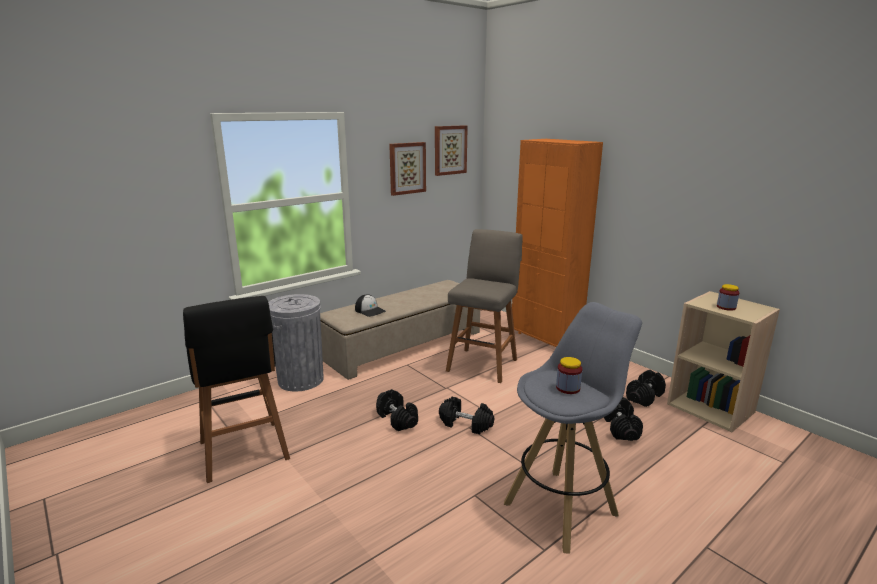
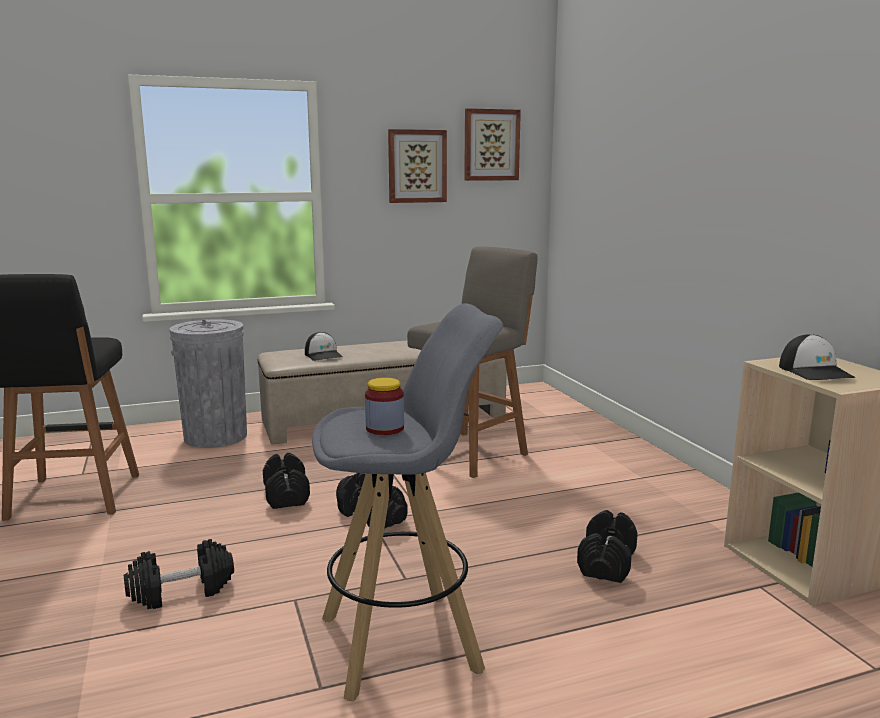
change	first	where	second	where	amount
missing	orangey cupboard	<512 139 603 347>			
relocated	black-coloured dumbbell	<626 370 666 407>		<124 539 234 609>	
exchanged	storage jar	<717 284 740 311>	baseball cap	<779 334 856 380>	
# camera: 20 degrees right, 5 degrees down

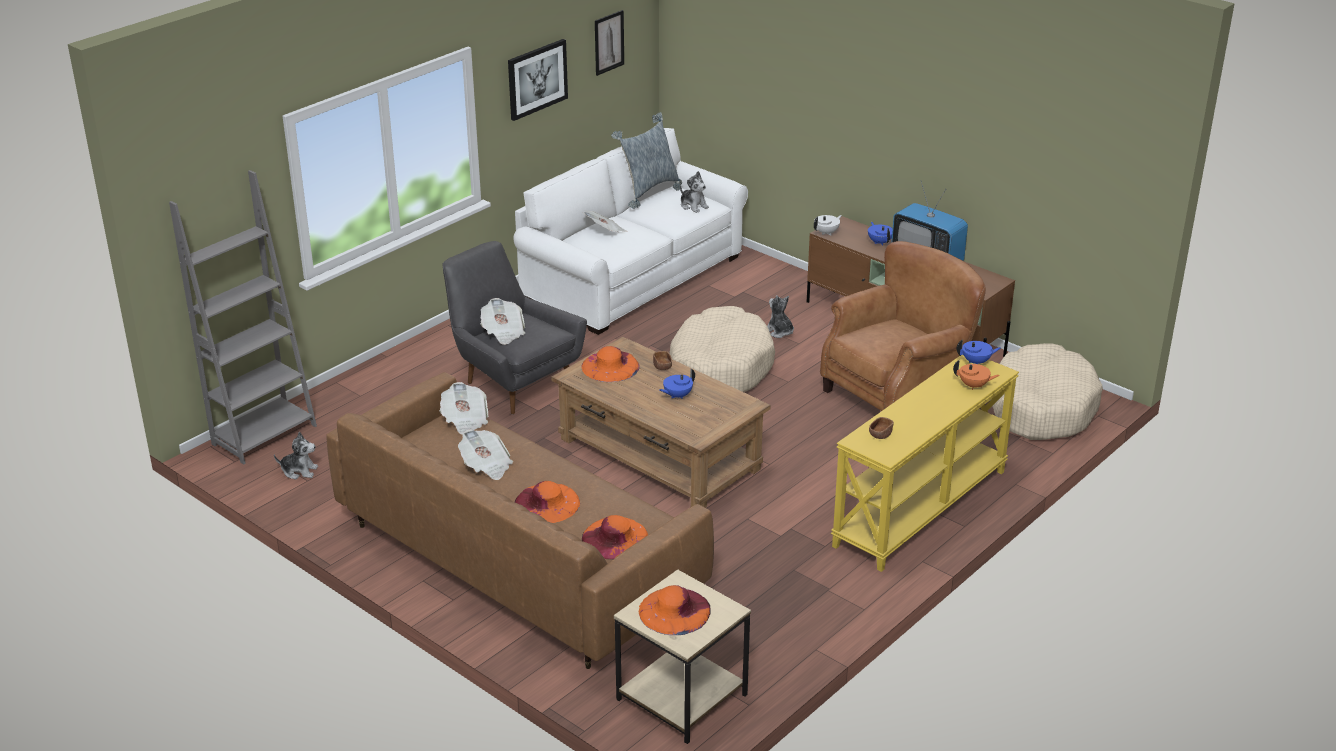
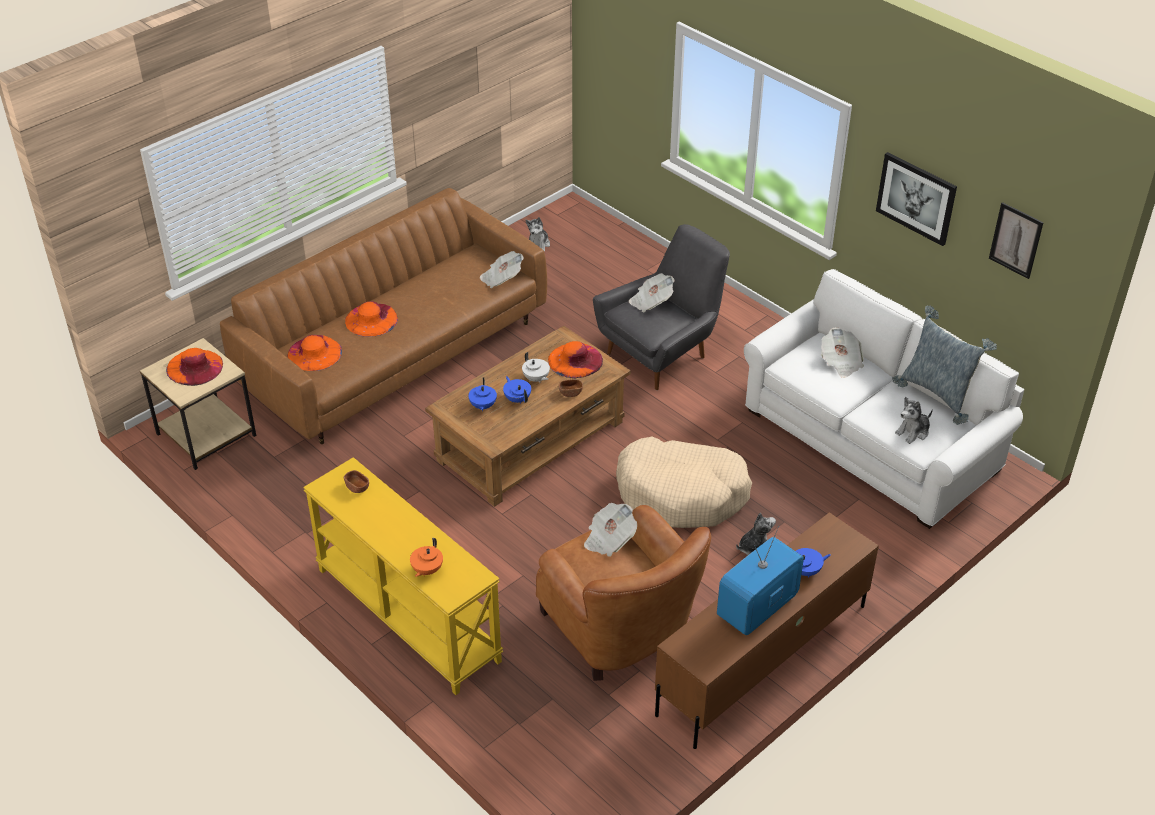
change	first	where	second	where	amount
missing	grey bookcase	<169 170 317 464>			
relocated	newspaper	<458 429 513 480>		<584 503 637 557>	
relocated	whitish pot for tea	<814 215 842 235>		<522 352 550 382>	
relocated	blue-coloured pot for tea	<956 339 1001 364>		<468 377 497 411>	
missing	sand-coloured dog bed	<989 343 1103 440>			
# camera: 95 degrees right, 10 degrees up

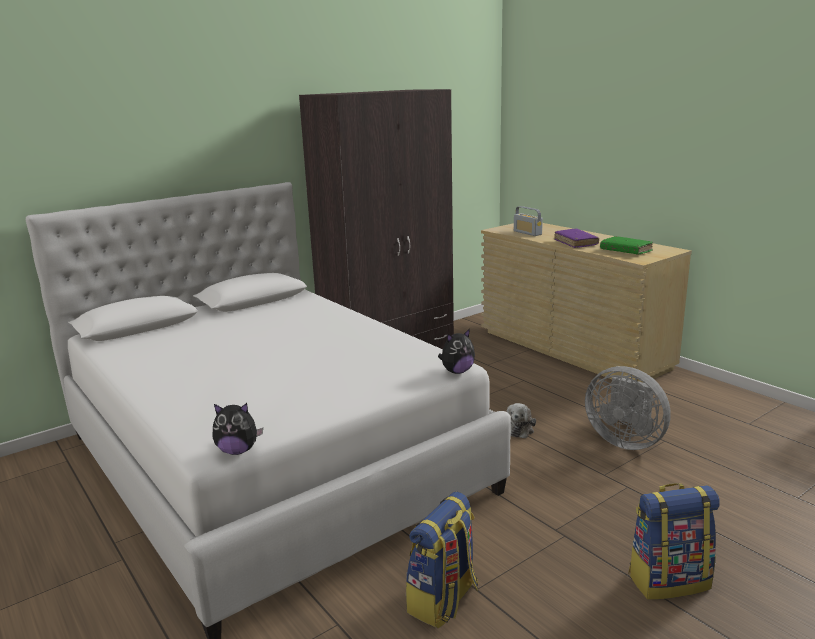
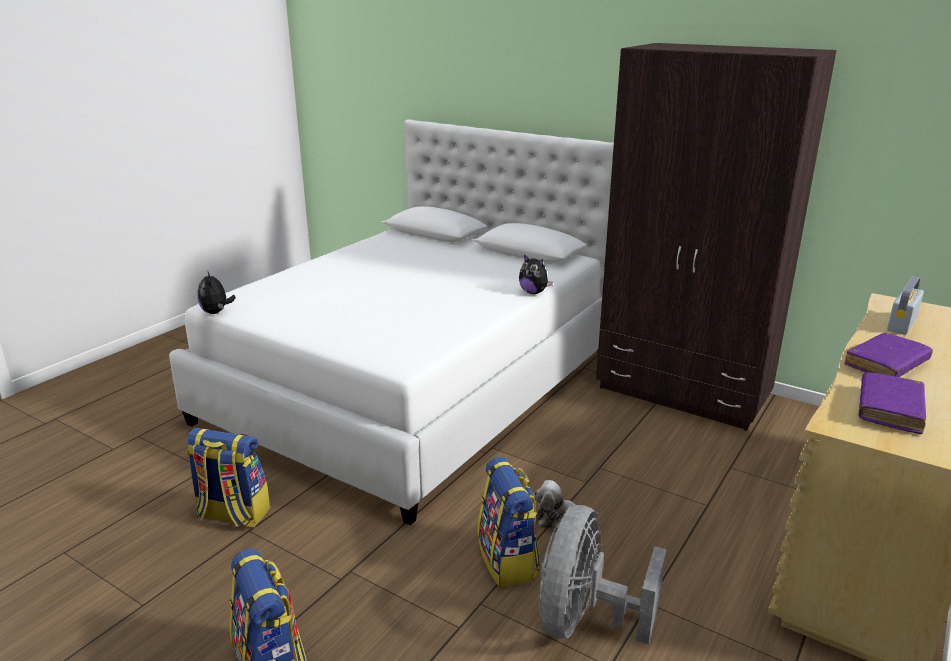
change	first	where	second	where	amount
relocated	cuddly toy	<438 329 475 374>		<519 254 553 294>	
colour	greenish book	<600 236 653 255>	purple book	<859 373 926 434>	
appeared			rucksack	<477 457 540 587>	
# camera: 70 degrees right, 5 degrees up

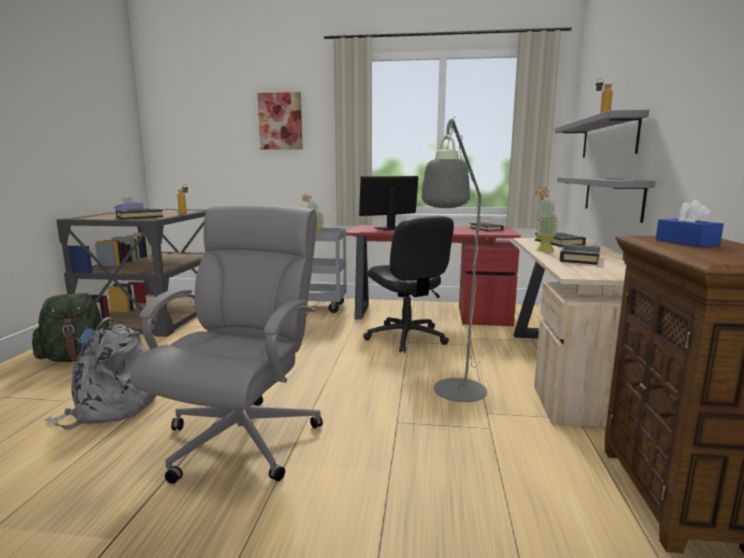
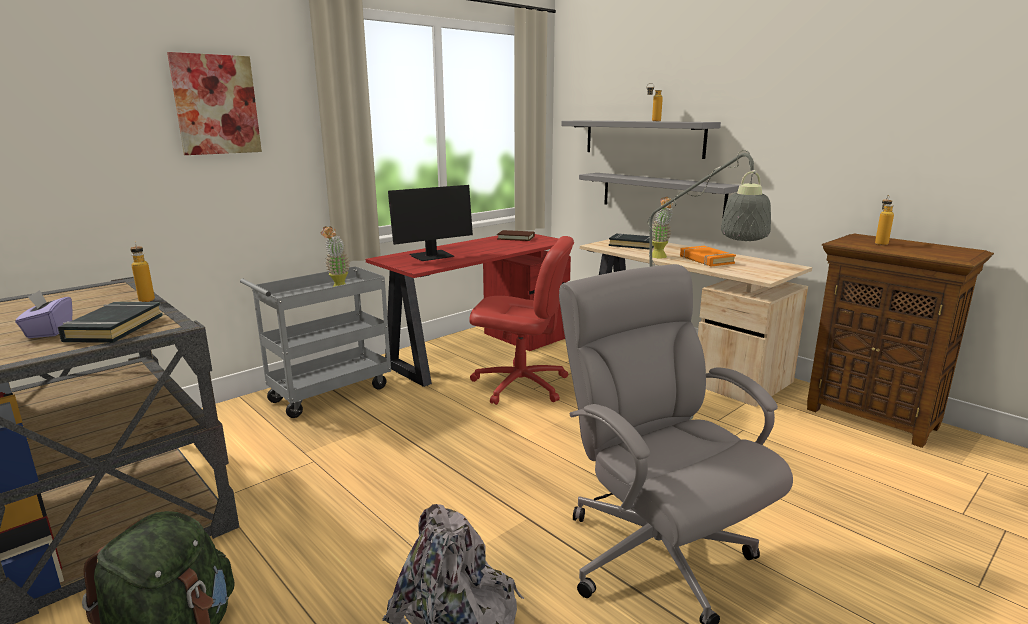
change	first	where	second	where	amount
spun	computer screen	<359 176 418 230>		<388 185 473 261>	135 degrees counterclockwise
colour	black-coloured office chair	<363 216 454 353>	red-coloured office chair	<469 236 574 405>	
colour	black-coloured book	<559 244 600 265>	orangey book	<680 246 736 267>	
exchanged	blue-coloured tissue holder	<656 200 724 247>	beverage bottle	<875 195 894 245>	
# camera: 50 degrees left, 5 degrees up

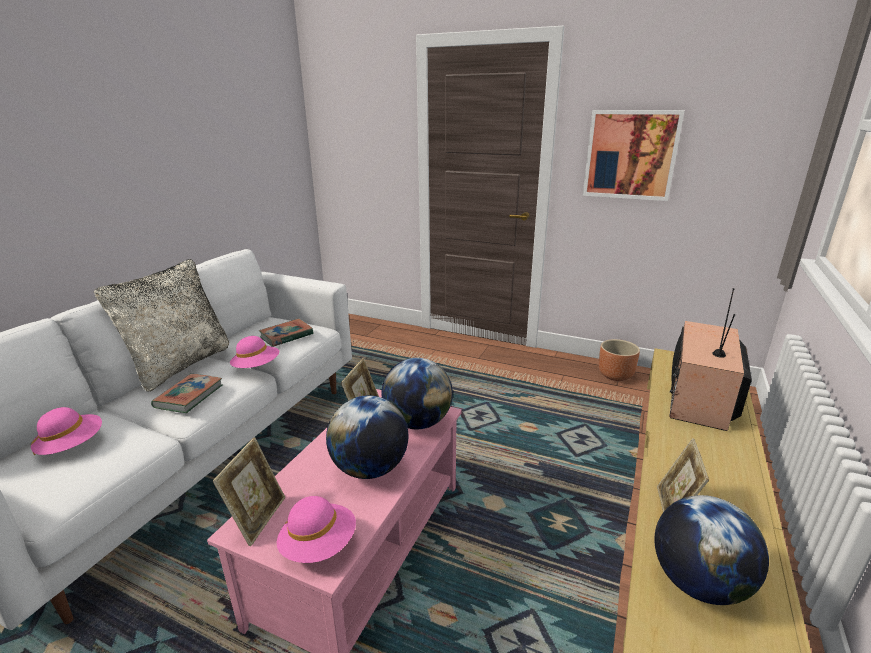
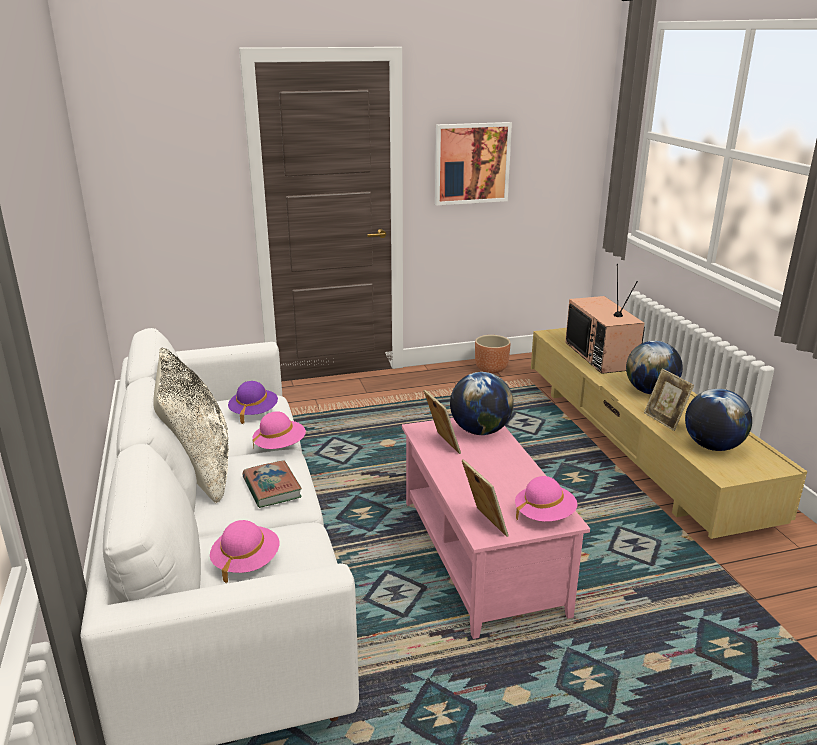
change	first	where	second	where	amount
exchanged	book	<259 318 314 347>	purple hat	<228 381 278 424>	
relocated	globe	<326 395 408 479>		<626 341 683 394>	
# camera: 40 degrees left, 0 degrees up

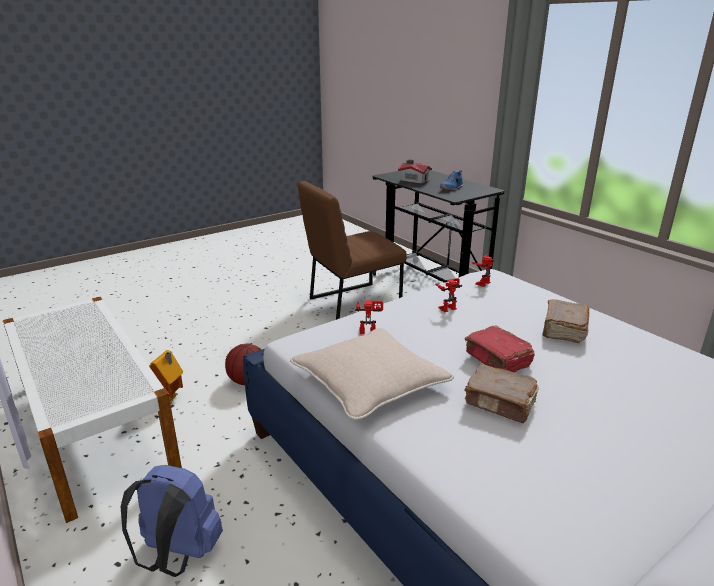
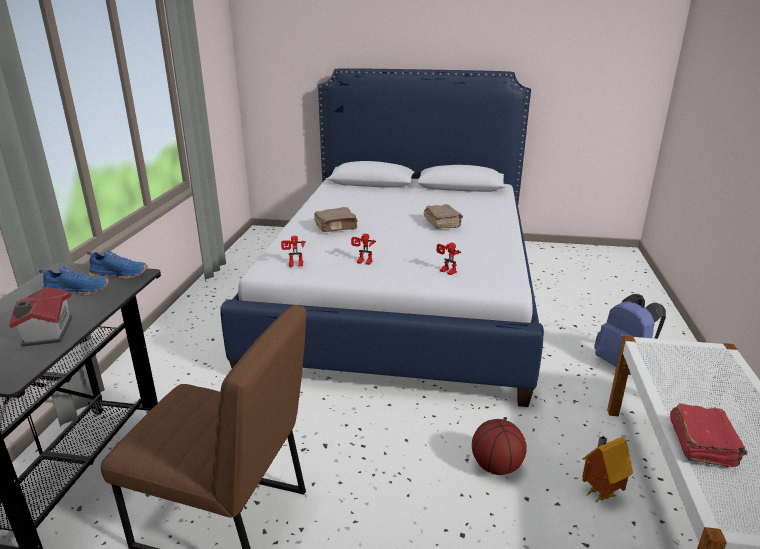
change	first	where	second	where	amount
missing	sand-coloured throw pillow	<290 328 454 420>			
relocated	red-coloured book	<465 326 535 372>		<670 403 748 467>	
appeared			blue-coloured shoe	<87 250 148 279>	
# camera: 135 degrees left, 0 degrees up

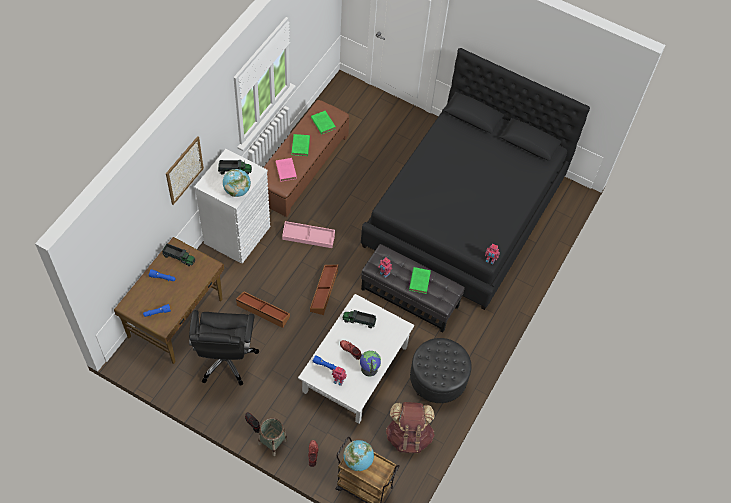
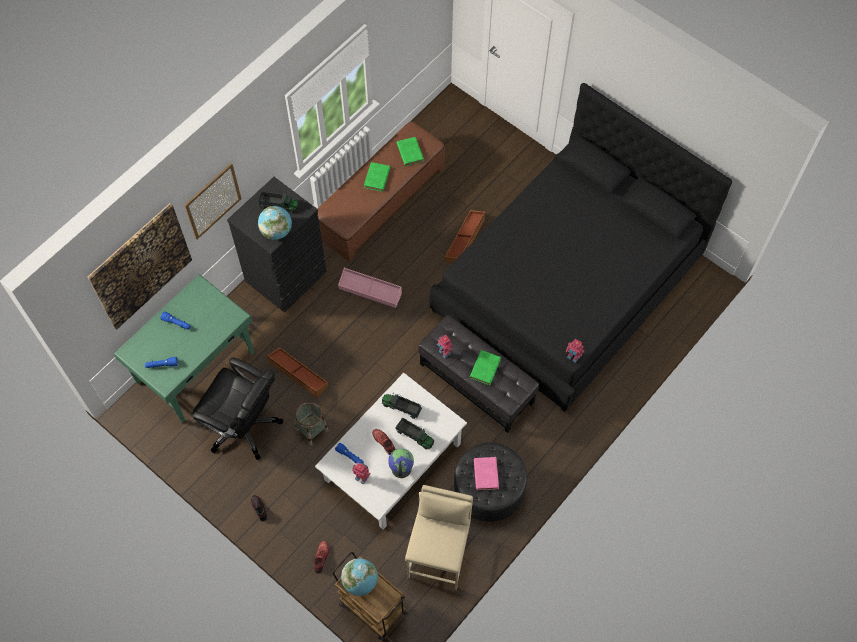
change	first	where	second	where	amount
colour	brown desk unit	<114 237 224 364>	greenish desk unit	<114 274 254 423>	
relocated	model truck	<162 244 195 266>		<395 418 434 450>	
spun	black-coloured office chair	<189 310 259 386>		<192 357 283 460>	75 degrees counterclockwise
colour	whitish dresser	<194 149 270 264>	black-coloured dresser	<227 177 327 312>	
relocated	storage basket	<258 418 287 456>		<294 402 329 446>	
relocated	pink book	<276 158 297 182>		<474 457 499 490>	
relocated	brown storage container	<310 265 338 315>		<445 210 485 264>	
exchanged	brown rucksack	<386 402 435 453>	sand-coloured stool	<405 485 473 590>	
appeared			picture	<87 203 192 330>	
# camera: 15 degrees right, 5 degrees up

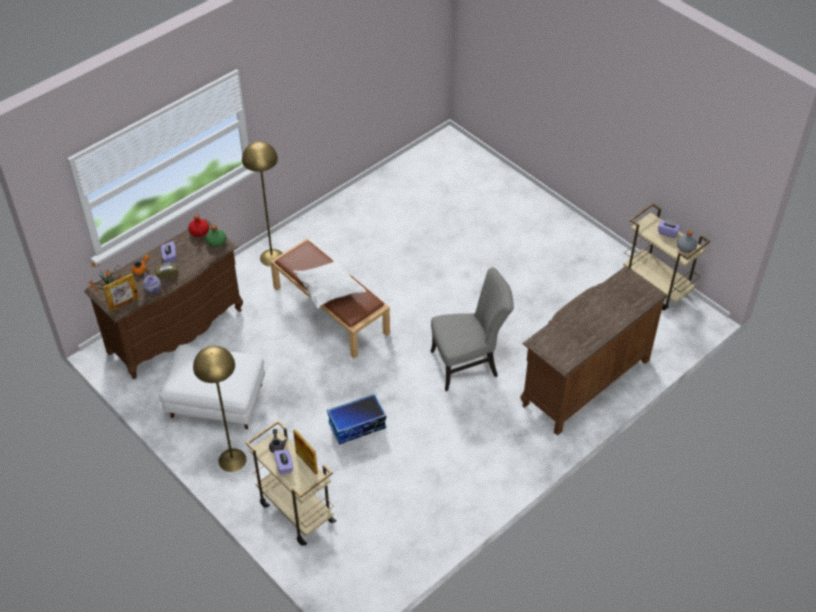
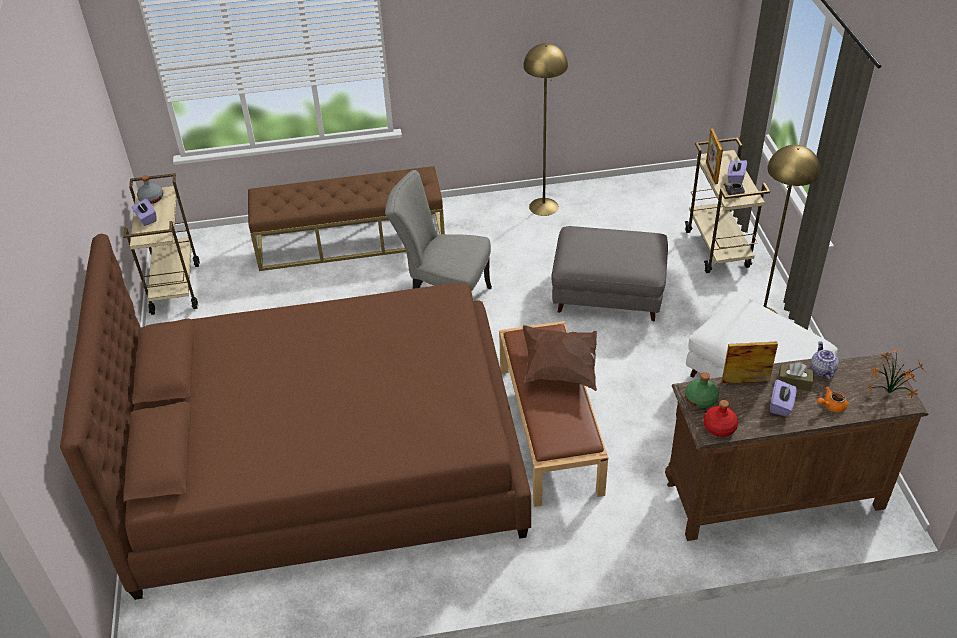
change	first	where	second	where	amount
relocated	picture frame	<103 273 139 311>		<722 341 778 384>	
relocated	yellowish standard lamp	<242 142 283 267>		<523 43 568 216>	
colour	whitish throw pillow	<293 257 366 308>	brown throw pillow	<523 325 597 391>	
exchanged	storage container	<327 393 386 445>	grey ottoman	<551 226 668 322>	
exchanged	brown dresser	<520 266 668 436>	brown bench	<248 166 445 271>	
appeared			brown sleeping bed	<60 234 531 600>	
# camera: 145 degrees left, 5 degrees down

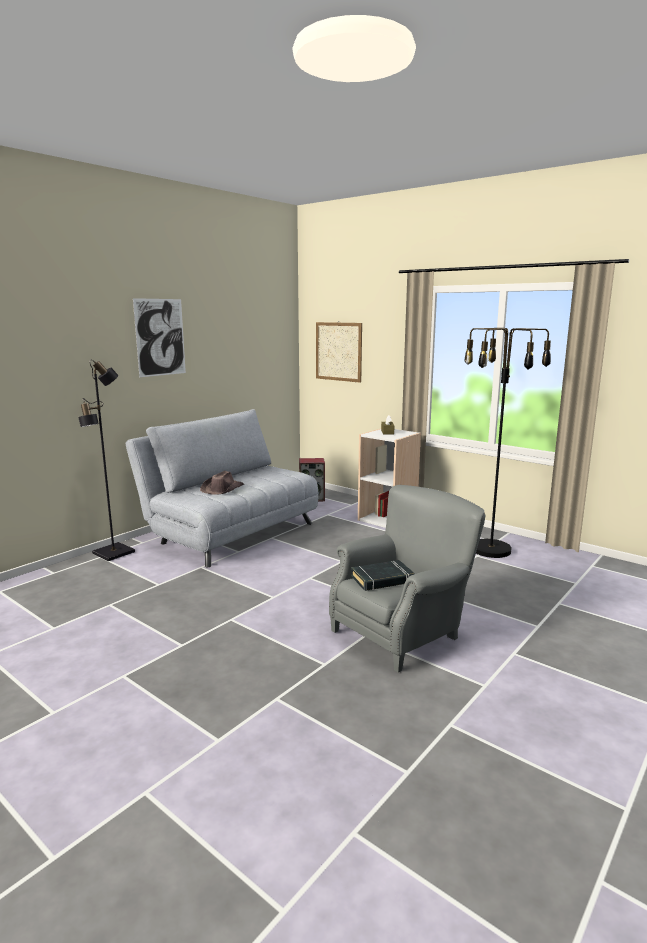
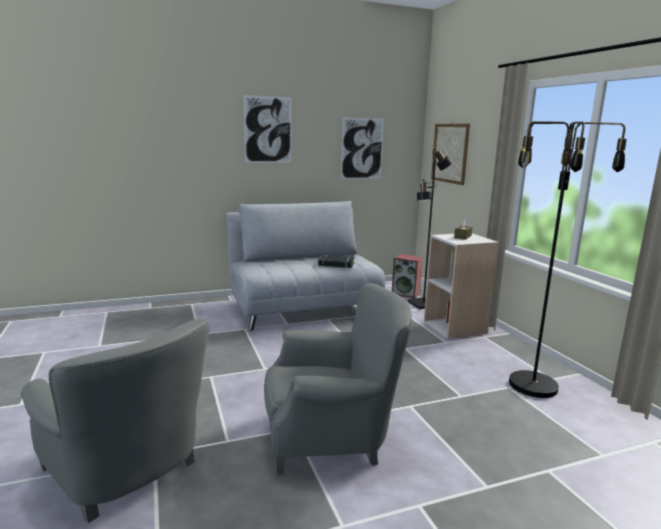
change	first	where	second	where	amount
relocated	black-coloured standard lamp	<78 359 135 561>		<408 149 452 309>	
missing	brown hat	<200 471 244 494>			
relocated	black-coloured book	<351 560 414 591>		<318 255 354 268>	
appeared			grey lounge chair	<21 318 209 523>	
appeared			picture	<341 117 384 179>	
# camera: 30 degrees right, 0 degrees up

